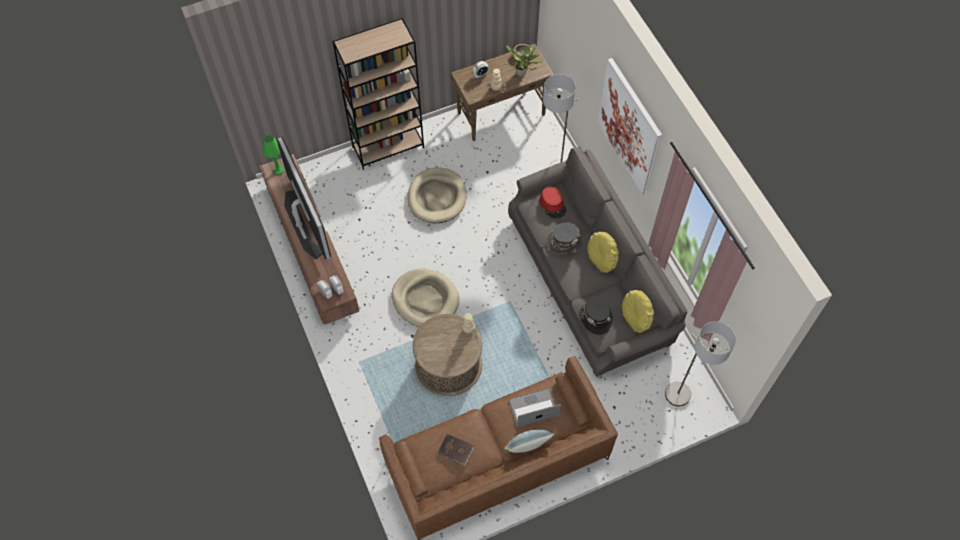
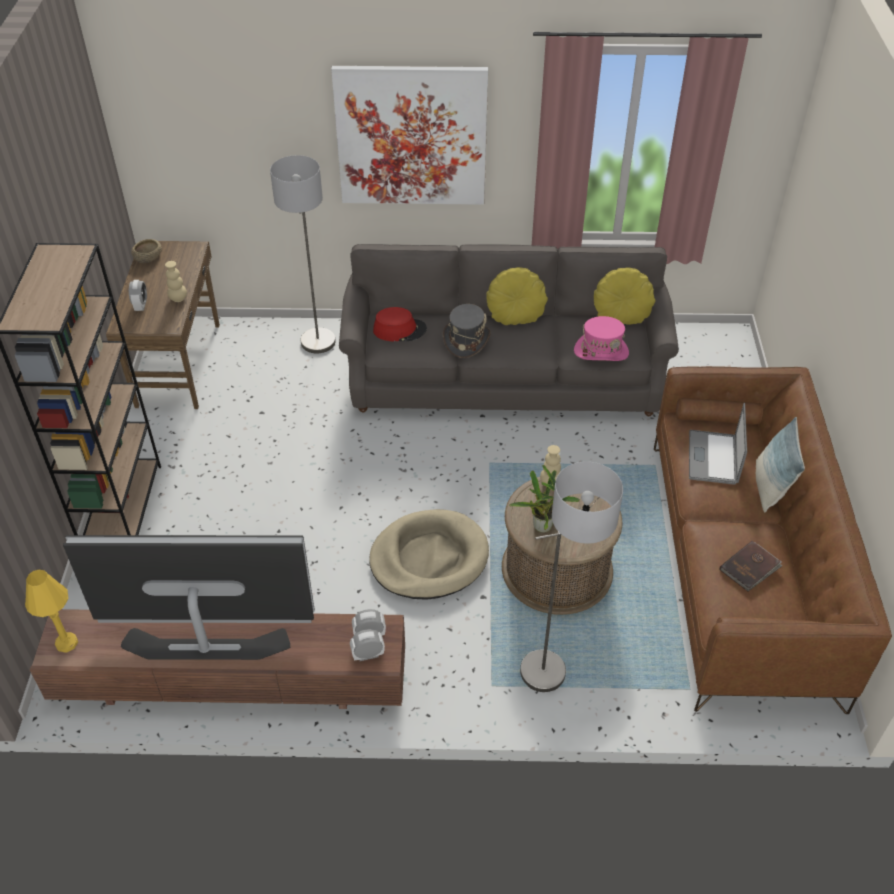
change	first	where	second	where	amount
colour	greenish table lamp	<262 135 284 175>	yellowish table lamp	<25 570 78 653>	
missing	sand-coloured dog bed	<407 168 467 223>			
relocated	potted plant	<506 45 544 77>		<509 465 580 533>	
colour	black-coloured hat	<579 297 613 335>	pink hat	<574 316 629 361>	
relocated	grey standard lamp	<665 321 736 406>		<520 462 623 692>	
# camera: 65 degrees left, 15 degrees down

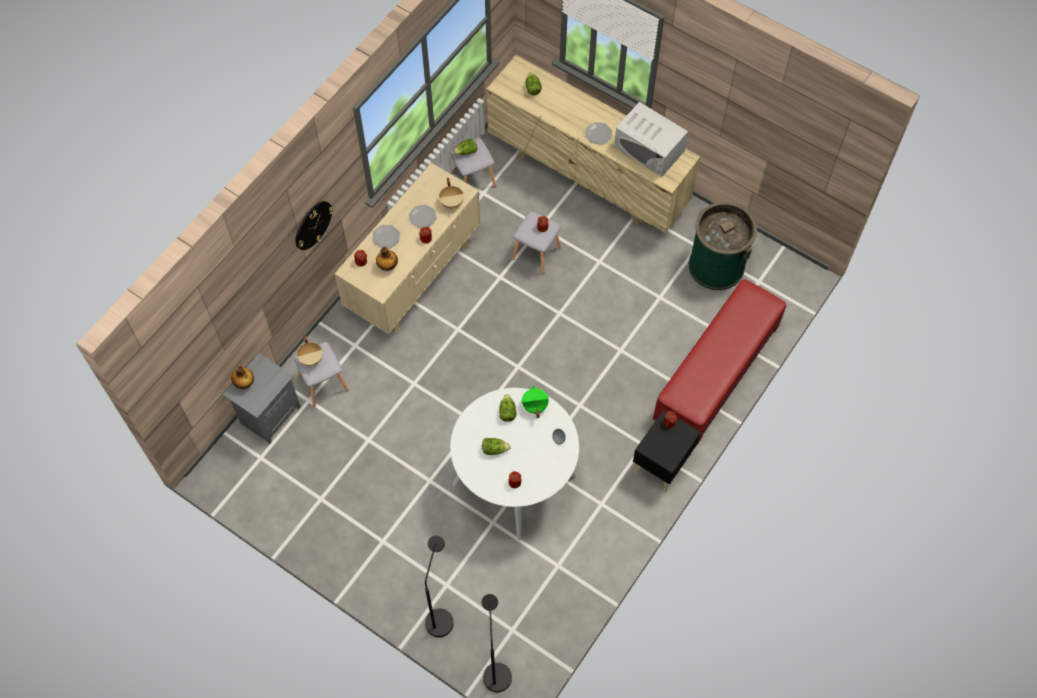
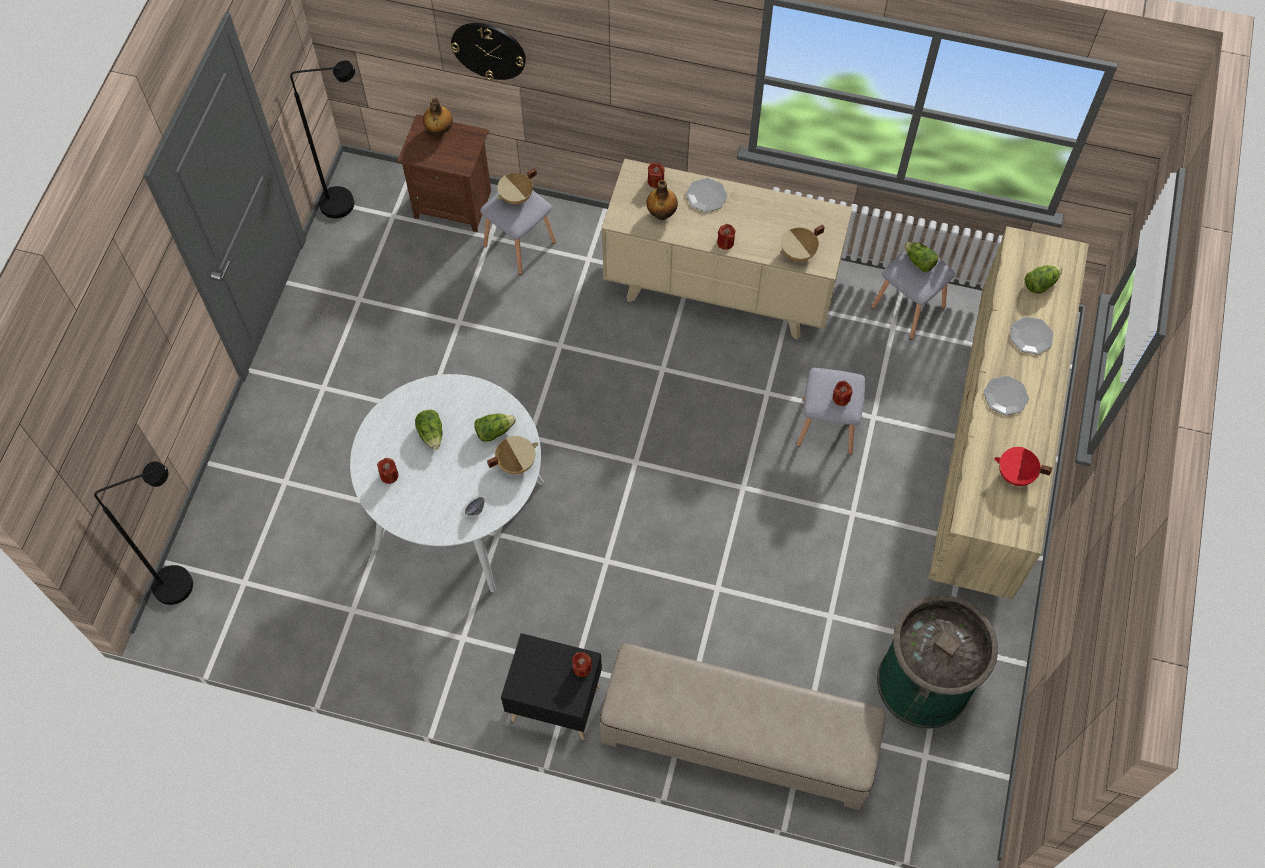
change	first	where	second	where	amount
colour	grey bedside table	<223 353 301 444>	brown bedside table	<397 114 491 232>	
relocated	wall clock	<296 201 333 250>		<451 23 526 80>	
relocated	flat dish	<409 205 437 228>		<1010 317 1053 355>	
relocated	black-coloured standard lamp	<425 535 454 637>		<290 60 355 218>	
colour	greenish saucepot	<522 385 549 418>	sand-coloured saucepot	<487 436 538 474>	
exchanged	whitish microwave oven	<614 102 688 177>	red-coloured saucepot	<994 447 1052 486>	
colour	red-coloured bench	<653 279 786 446>	sand-coloured bench	<600 644 886 810>	
# camera: 70 degrees right, 0 degrees up

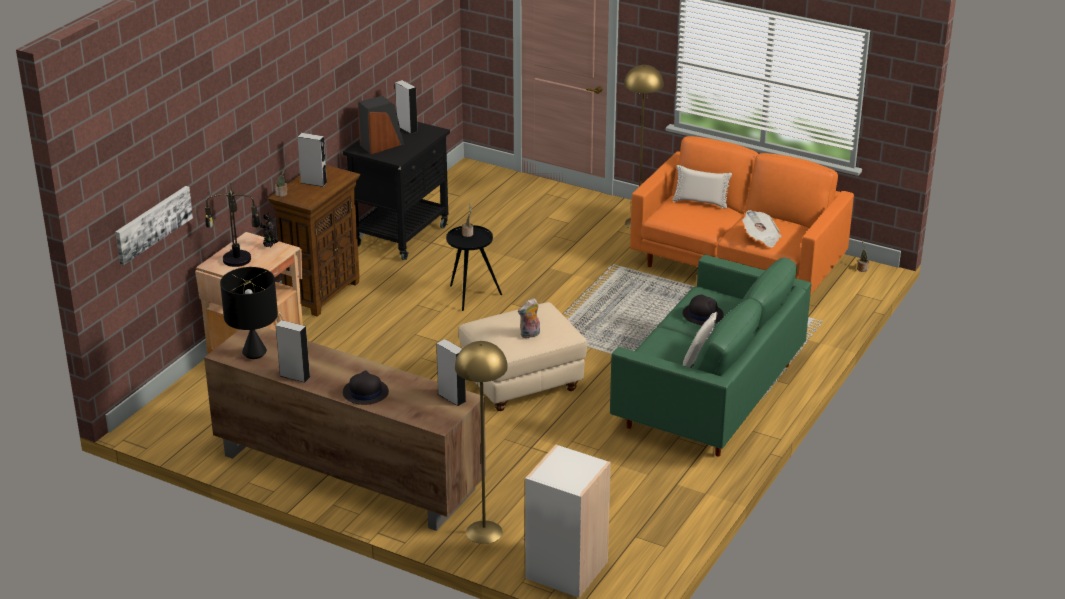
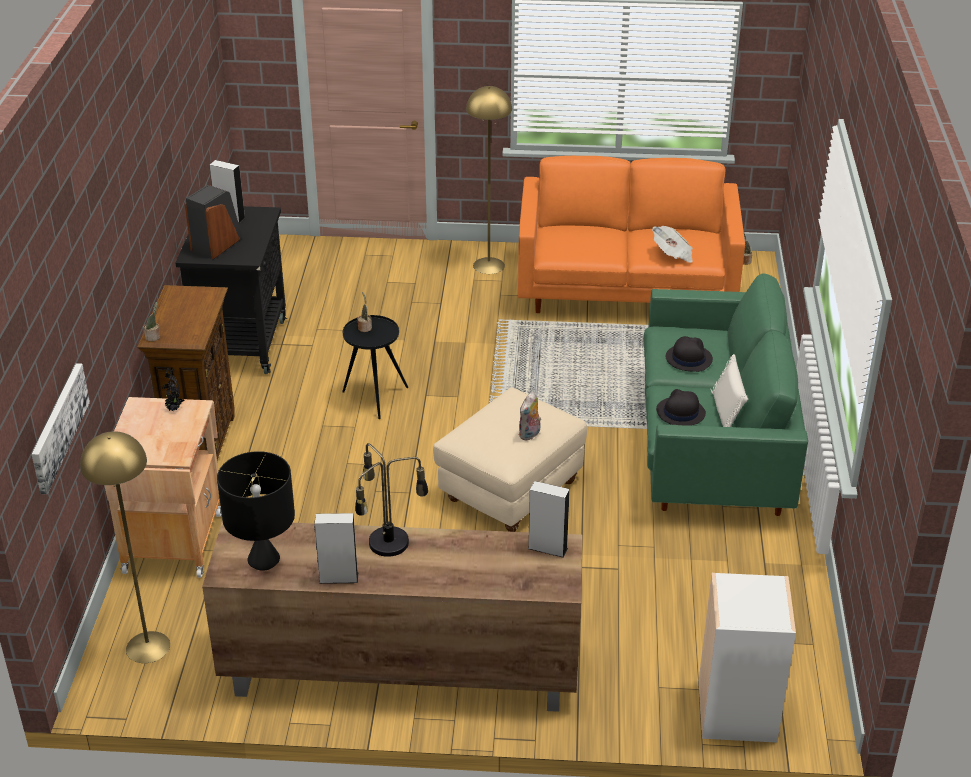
change	first	where	second	where	amount
relocated	table lamp	<205 183 260 267>		<355 443 428 557>	
missing	grey audio speaker	<298 133 327 187>			
relocated	black-coloured hat	<343 370 389 405>		<656 389 706 425>	
relocated	yellowish standard lamp	<455 341 508 544>		<80 431 170 663>	
missing	whitish throw pillow	<672 165 732 209>			
# camera: 25 degrees left, 5 degrees up

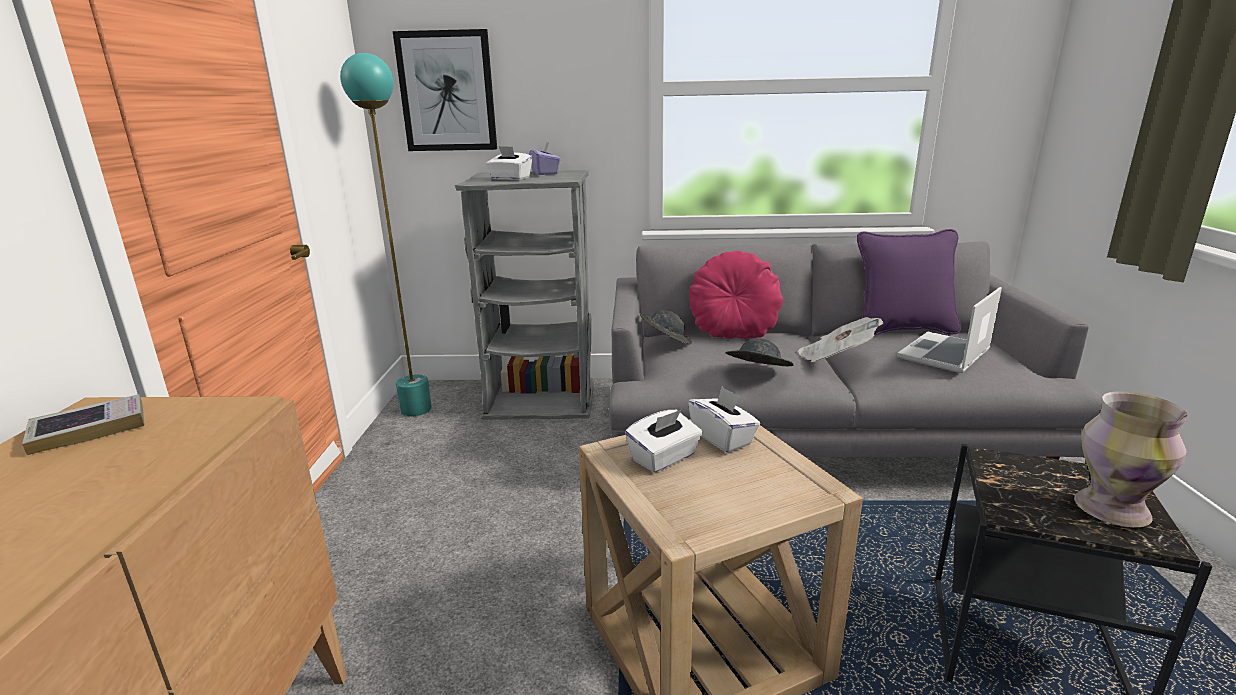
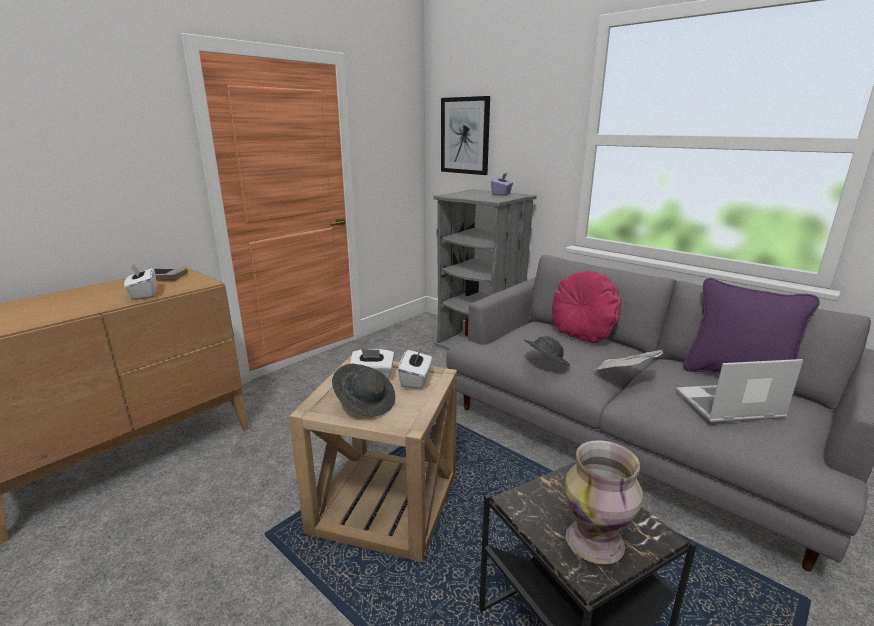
change	first	where	second	where	amount
missing	turquoise-coloured standard lamp	<340 53 432 416>			
relocated	whitish tissue holder	<486 146 532 180>		<124 264 156 300>	
relocated	grey hat	<640 310 692 344>		<332 364 395 417>	
# camera: 40 degrees right, 0 degrees up

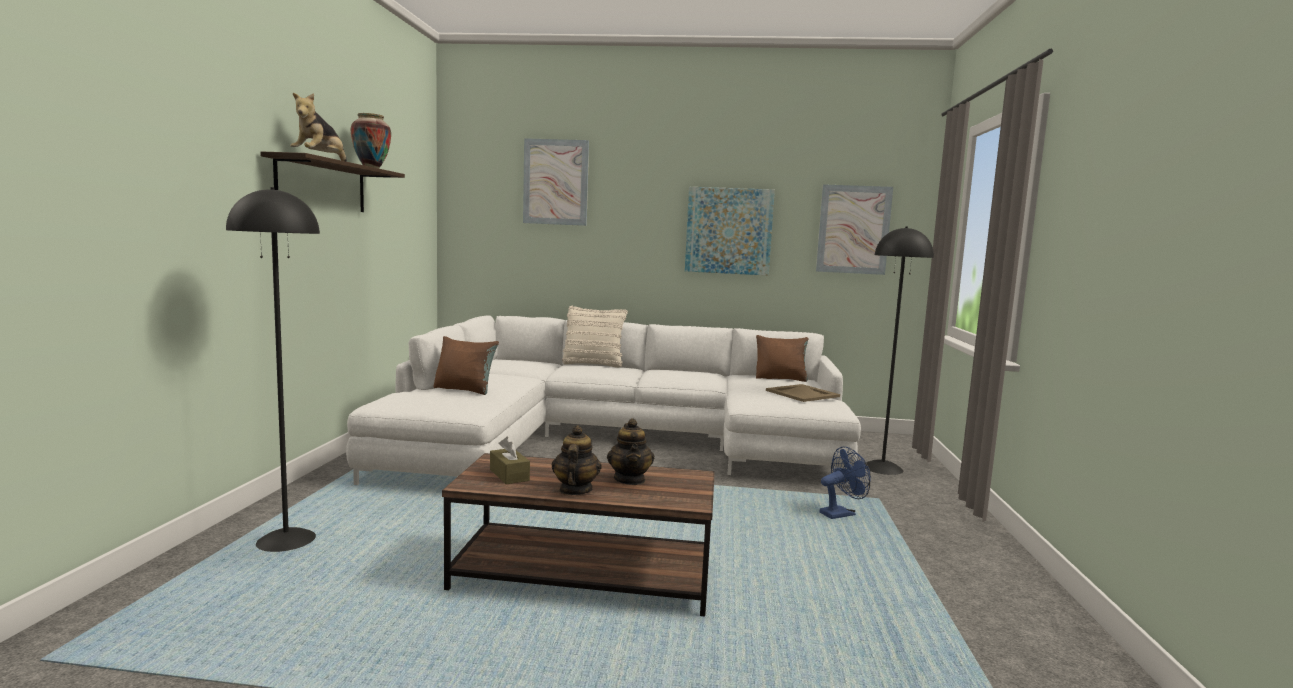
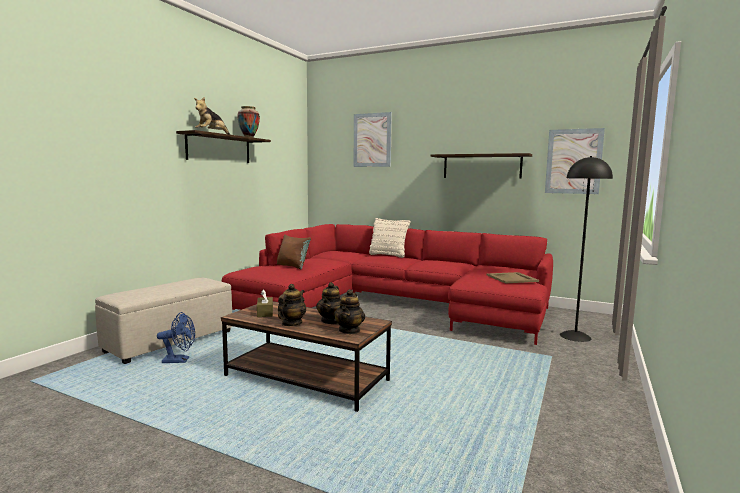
change	first	where	second	where	amount
exchanged	black-coloured standard lamp	<226 187 320 552>	sand-coloured ottoman	<95 278 233 364>	
colour	whitish couch	<346 315 861 485>	red-coloured couch	<222 224 553 345>	
exchanged	picture	<685 187 775 276>	shelf	<431 153 532 178>	
missing	brown throw pillow	<756 335 808 382>			
relocated	blue-coloured fan	<819 447 871 519>		<157 312 195 363>	
appeared			pot for tea	<334 289 365 334>	
# camera: 20 degrees right, 0 degrees up

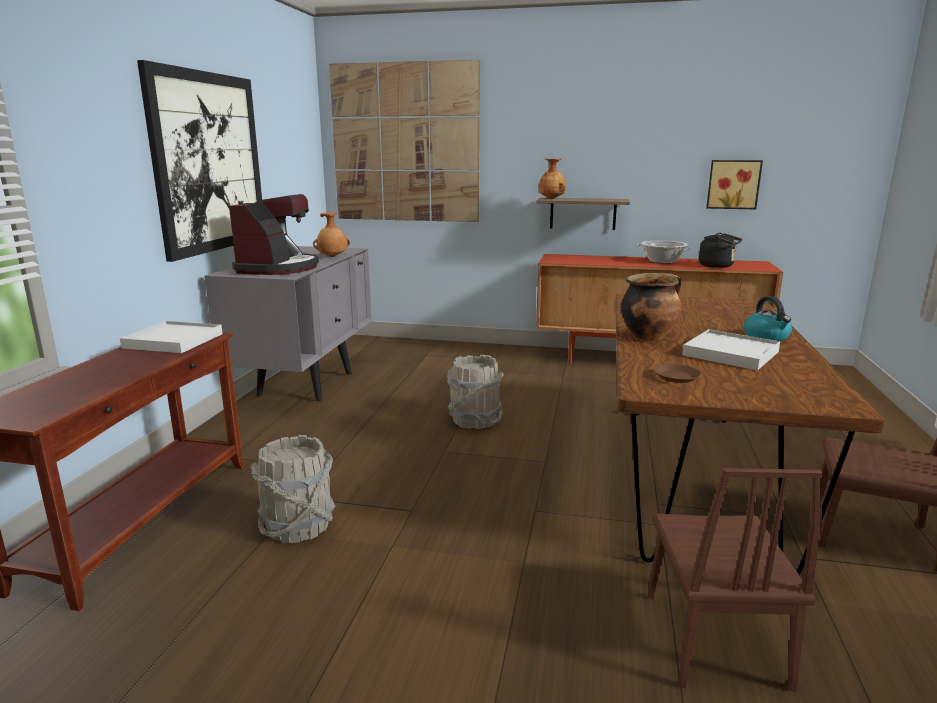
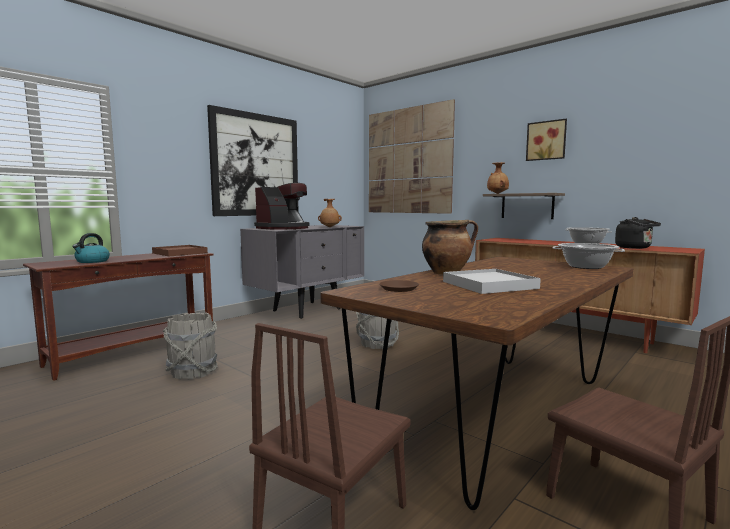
change	first	where	second	where	amount
colour	whitish tray	<120 321 223 353>	brown tray	<152 245 208 256>	
relocated	picture	<706 160 763 209>		<526 119 567 161>	
relocated	water kettle	<744 296 792 341>		<72 233 110 263>	
appeared			saucepot	<553 243 625 269>	
# camera: 30 degrees right, 10 degrees down

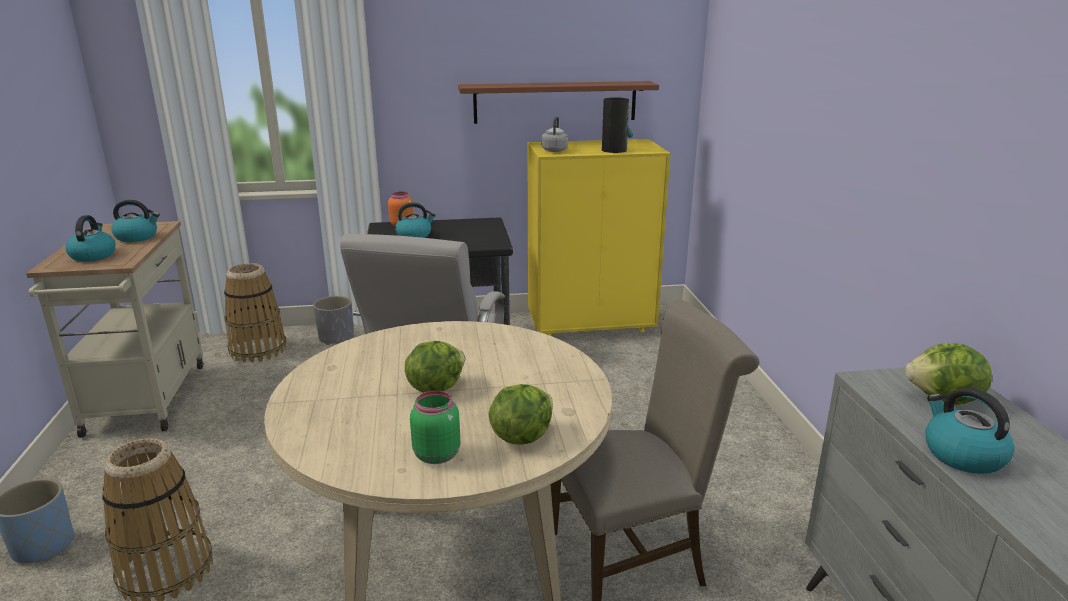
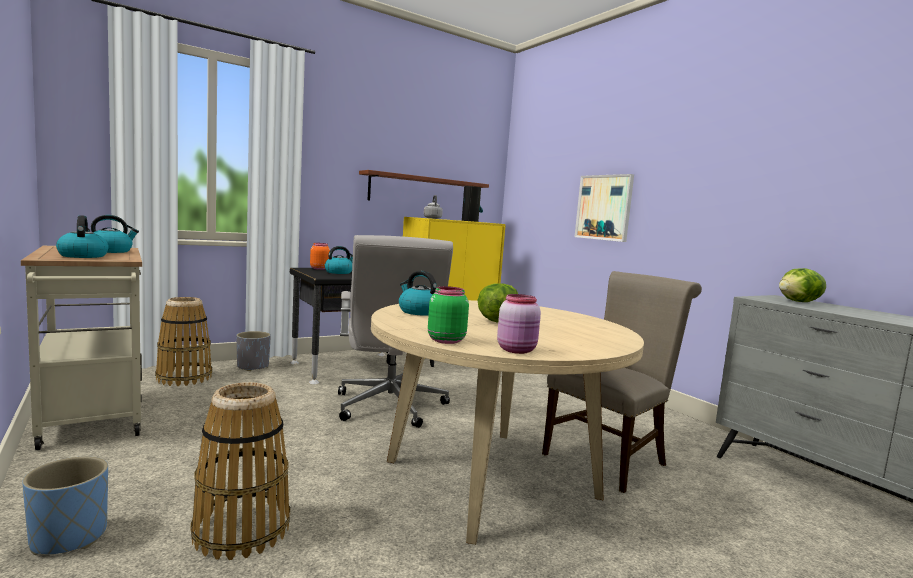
change	first	where	second	where	amount
relocated	greenish storage jar	<410 390 460 464>		<428 286 469 344>	
missing	lettuce	<488 384 553 445>			
relocated	water kettle	<926 388 1015 474>		<399 271 437 316>	
appeared			pink storage jar	<497 294 541 354>	
appeared			picture	<575 174 634 242>	
# camera: 25 degrees left, 15 degrees down

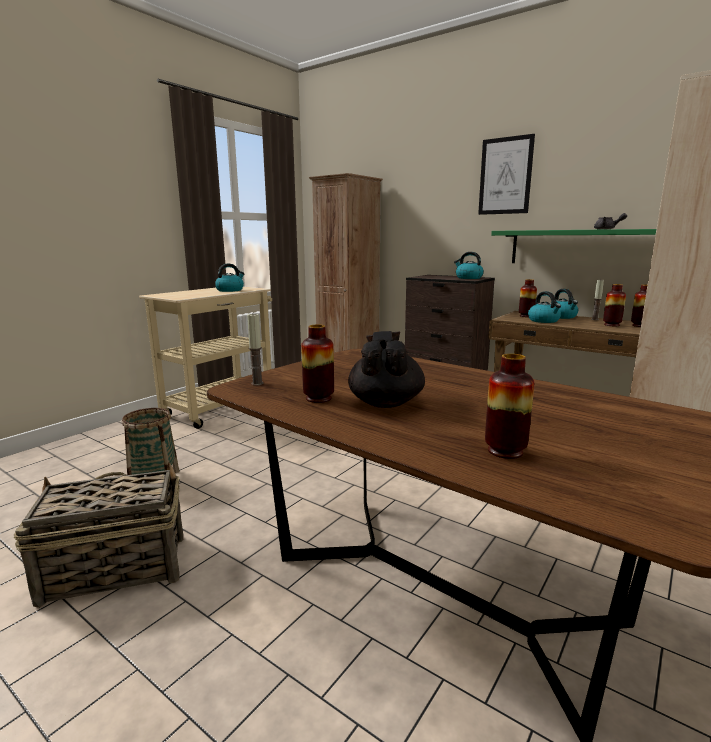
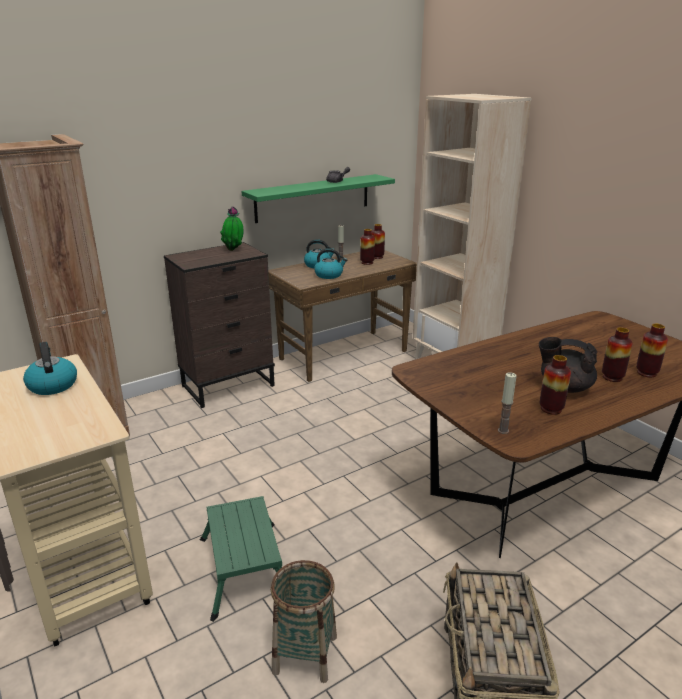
change	first	where	second	where	amount
exchanged	water kettle	<454 252 484 279>	potted plant	<220 206 243 251>	
missing	picture	<478 134 535 215>			
relocated	decorative vase	<519 279 537 317>		<602 327 633 382>	
appeared			greenish step ladder	<200 496 282 622>	
# camera: 70 degrees left, 10 degrees up

